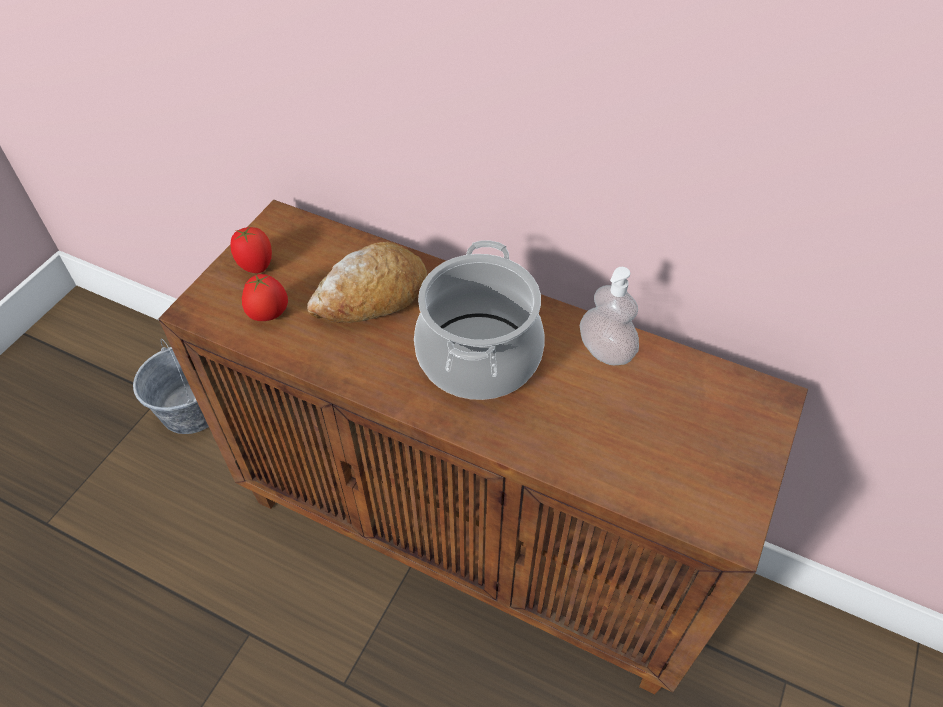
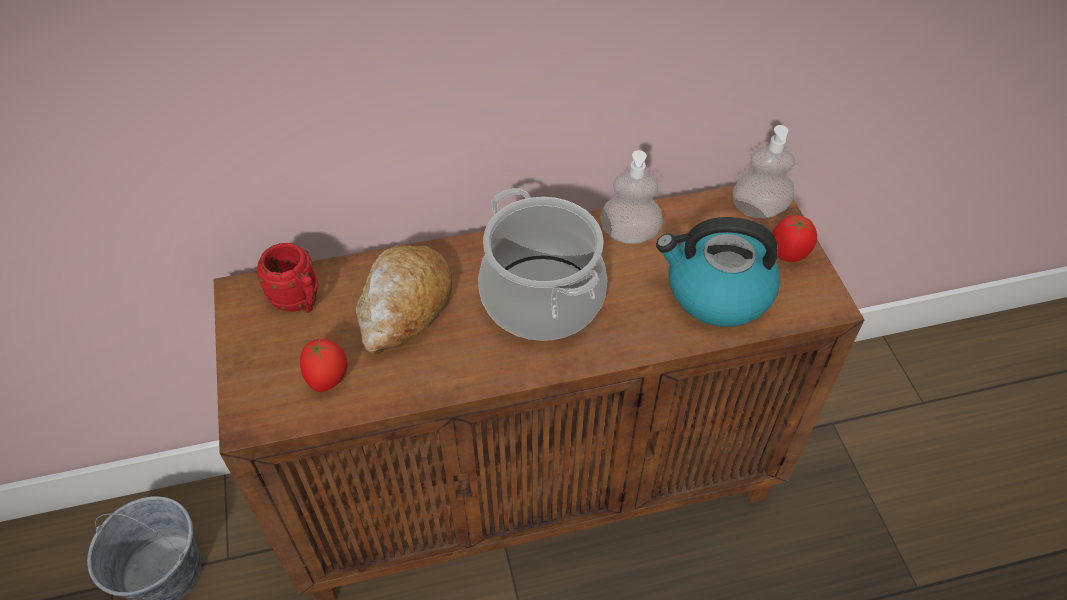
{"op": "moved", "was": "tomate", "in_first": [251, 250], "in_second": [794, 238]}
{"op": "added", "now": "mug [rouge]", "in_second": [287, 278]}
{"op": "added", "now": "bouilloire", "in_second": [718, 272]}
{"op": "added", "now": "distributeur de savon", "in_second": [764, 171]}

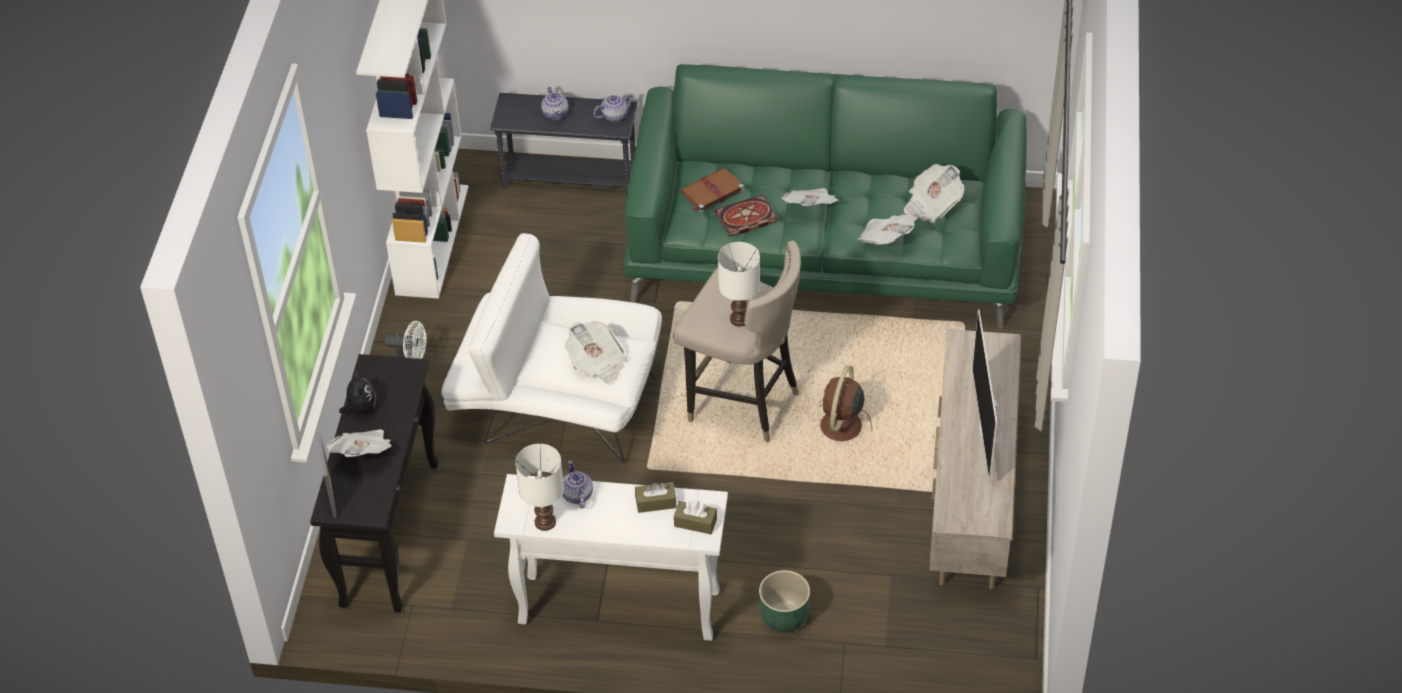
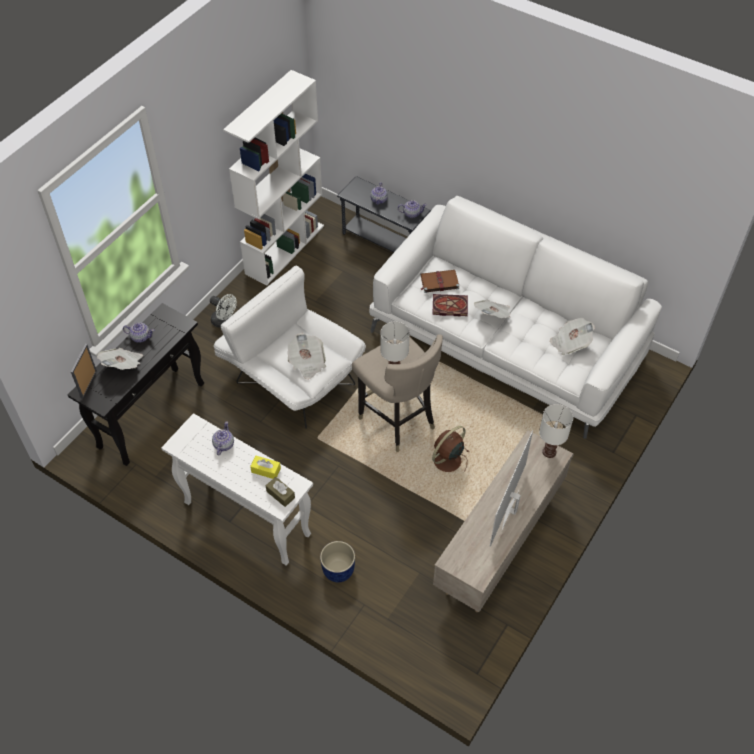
{"op": "replaced", "was": "peluche", "now": "théière", "in_first": [357, 392], "in_second": [138, 333]}
{"op": "moved", "was": "lampe de table [blanc]", "in_first": [539, 487], "in_second": [556, 431]}
{"op": "recoloured", "was": "canapé [vert]", "now": "canapé [blanc]", "in_first": [825, 196], "in_second": [515, 317]}
{"op": "recoloured", "was": "boîte à mouchoirs [marron]", "now": "boîte à mouchoirs [jaune]", "in_first": [656, 497], "in_second": [265, 467]}
{"op": "recoloured", "was": "cache-pot [vert]", "now": "cache-pot [bleu]", "in_first": [784, 601], "in_second": [337, 561]}
{"op": "removed", "was": "journal", "in_first": [887, 229]}

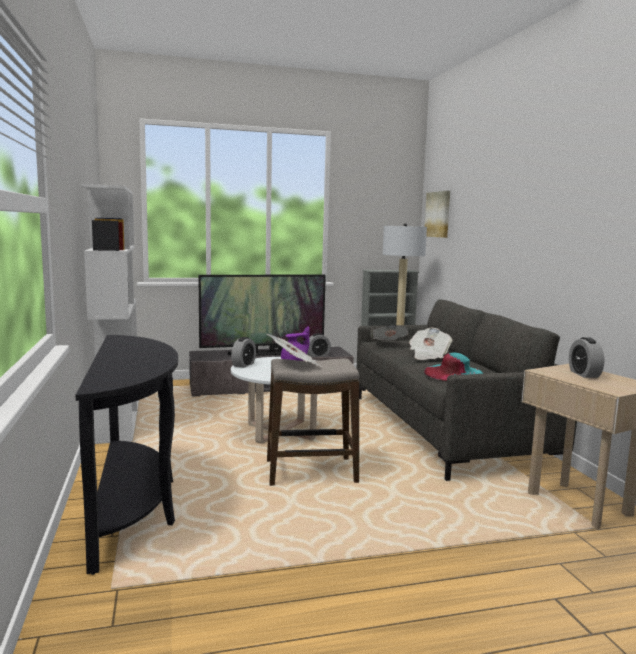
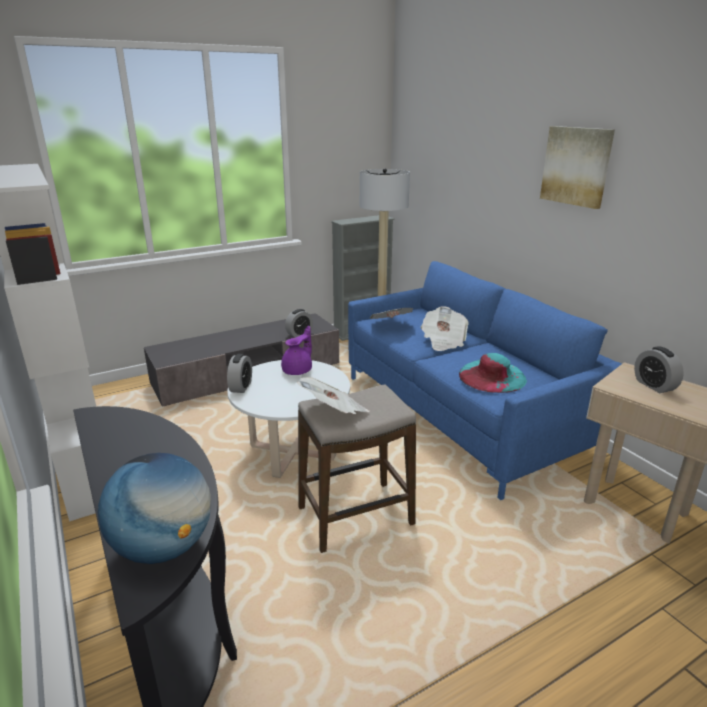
{"op": "removed", "was": "téléviseur", "in_first": [262, 315]}
{"op": "recoloured", "was": "canapé [gris]", "now": "canapé [bleu]", "in_first": [467, 390], "in_second": [485, 380]}
{"op": "moved", "was": "tableau", "in_first": [437, 214], "in_second": [577, 167]}
{"op": "added", "now": "globe", "in_second": [154, 508]}

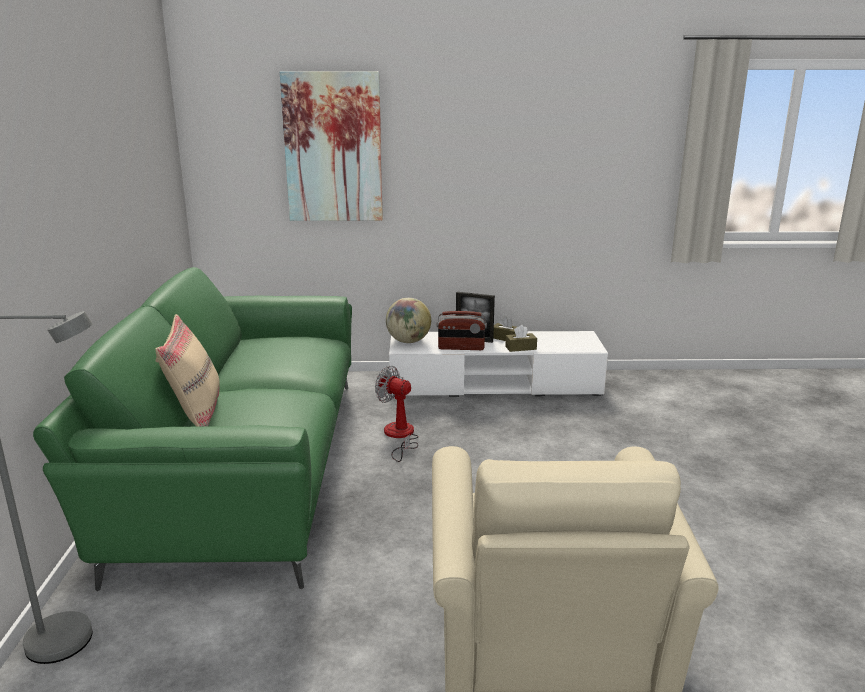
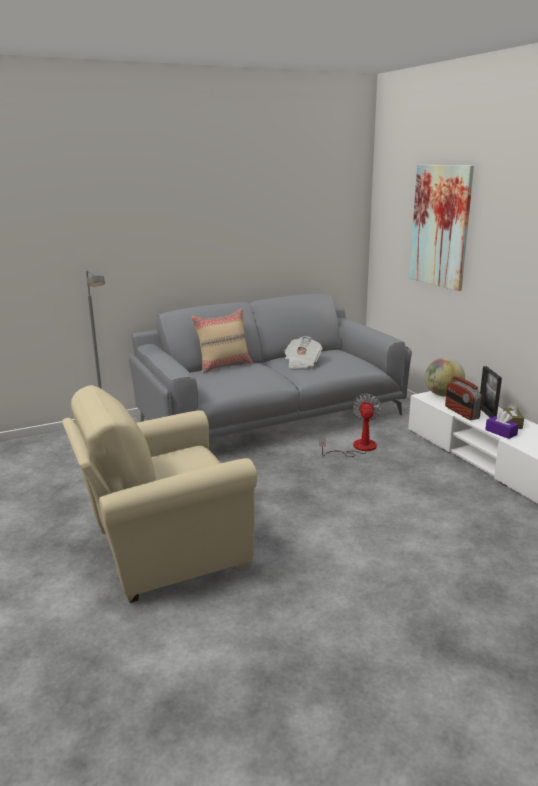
{"op": "recoloured", "was": "canapé [vert]", "now": "canapé [gris]", "in_first": [192, 429], "in_second": [270, 366]}
{"op": "recoloured", "was": "boîte à mouchoirs [marron]", "now": "boîte à mouchoirs [violet]", "in_first": [521, 338], "in_second": [502, 425]}
{"op": "added", "now": "journal", "in_second": [303, 352]}

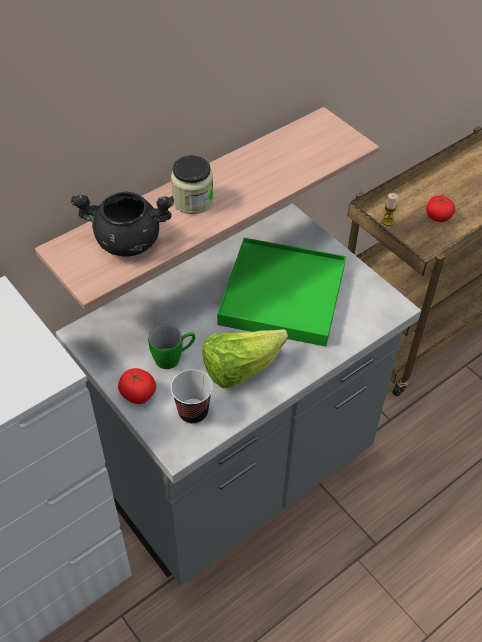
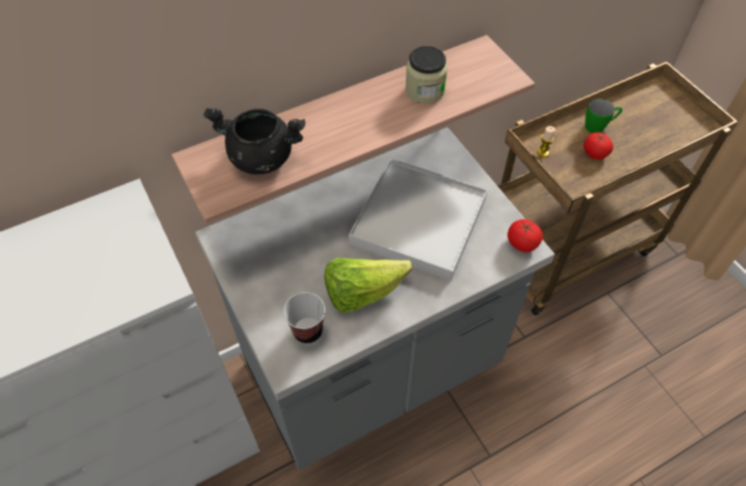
{"op": "moved", "was": "tomate", "in_first": [137, 386], "in_second": [525, 235]}
{"op": "moved", "was": "mug [vert]", "in_first": [171, 346], "in_second": [603, 116]}
{"op": "moved", "was": "bocal", "in_first": [192, 184], "in_second": [426, 75]}
{"op": "recoloured", "was": "plateau [vert]", "now": "plateau [blanc]", "in_first": [281, 292], "in_second": [418, 219]}

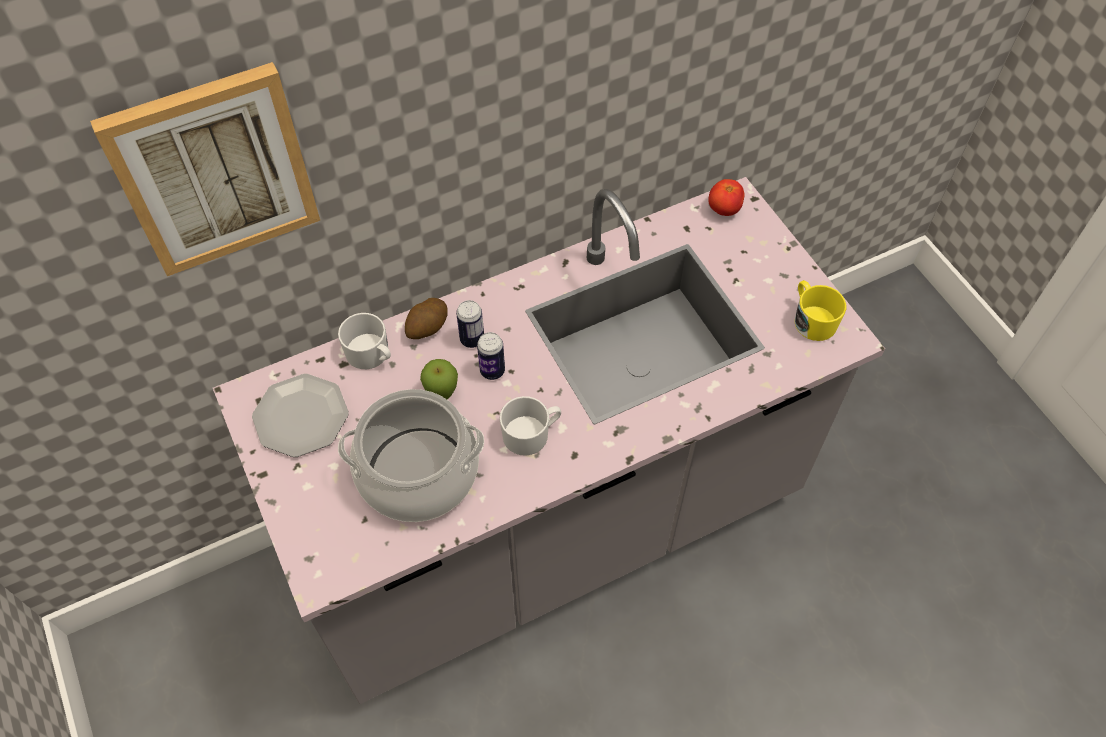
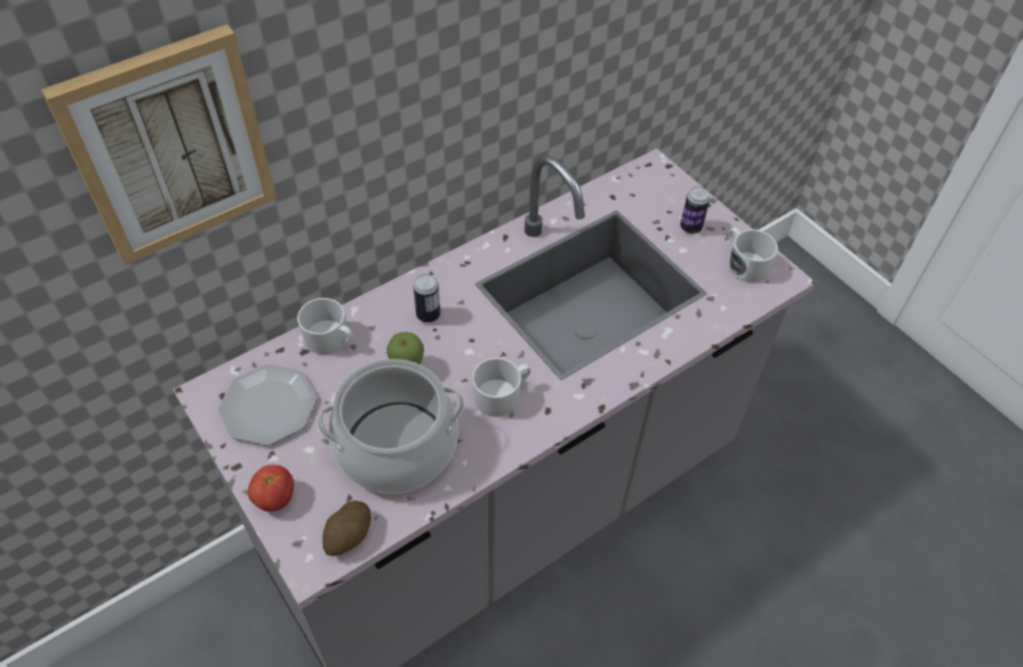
{"op": "moved", "was": "pomme de terre", "in_first": [426, 318], "in_second": [346, 528]}
{"op": "moved", "was": "boîte métallique", "in_first": [491, 356], "in_second": [695, 210]}
{"op": "moved", "was": "tomate", "in_first": [726, 197], "in_second": [271, 488]}
{"op": "recoloured", "was": "mug [jaune]", "now": "mug [blanc]", "in_first": [820, 310], "in_second": [753, 254]}

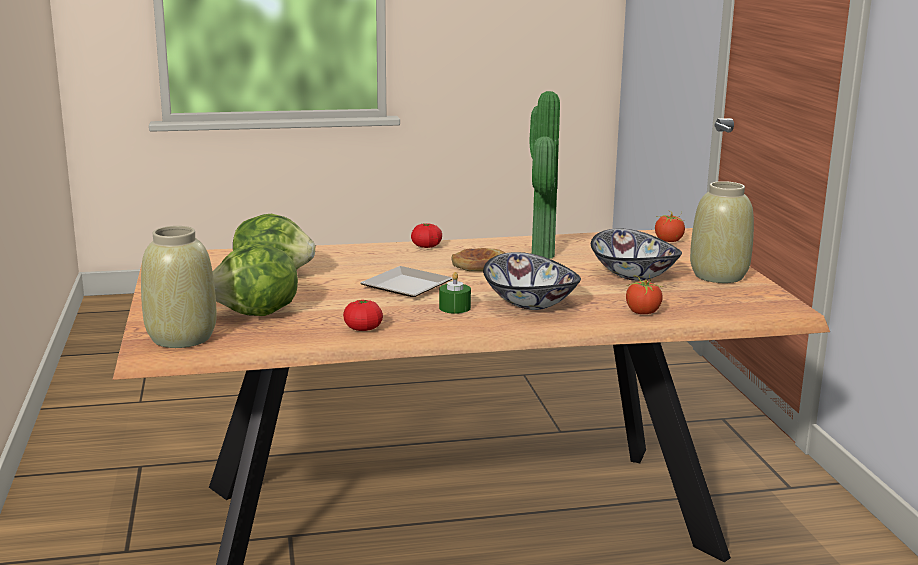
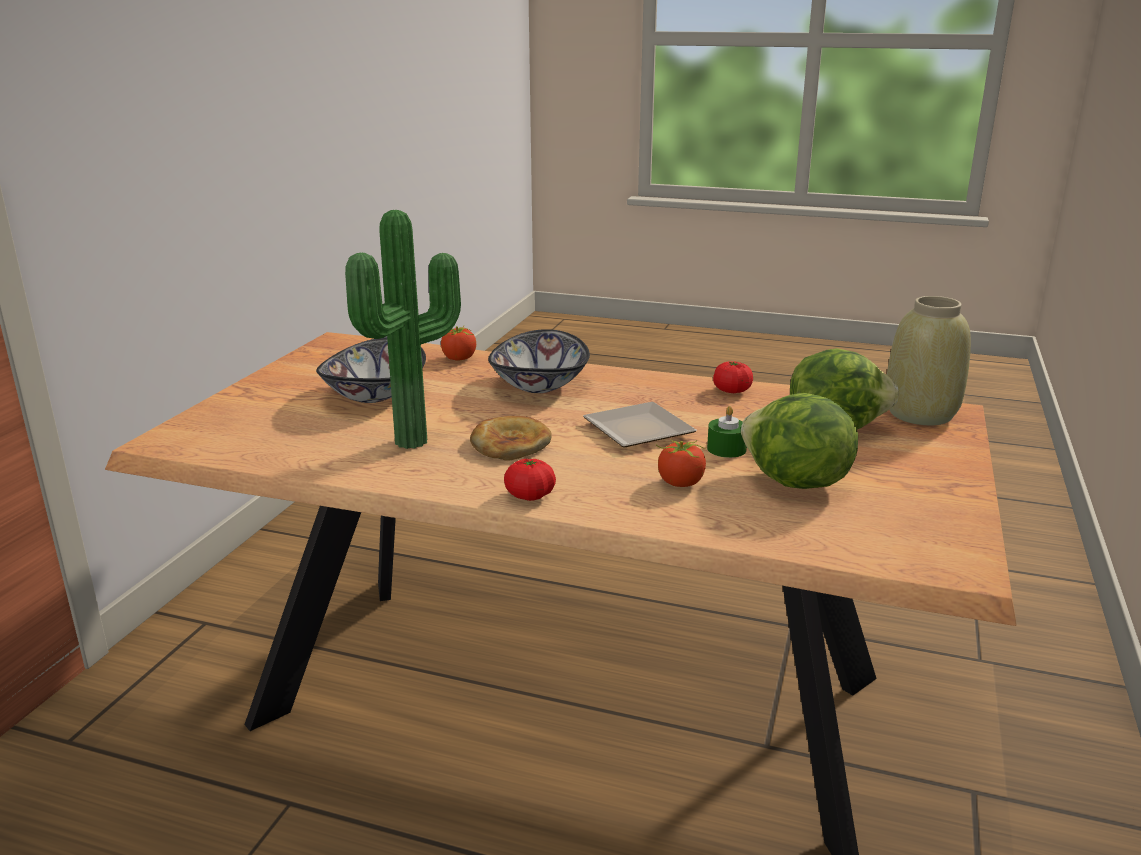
{"op": "moved", "was": "bougie [vert]", "in_first": [455, 293], "in_second": [727, 432]}
{"op": "moved", "was": "tomate", "in_first": [670, 226], "in_second": [681, 463]}
{"op": "removed", "was": "vase [beige]", "in_first": [722, 232]}

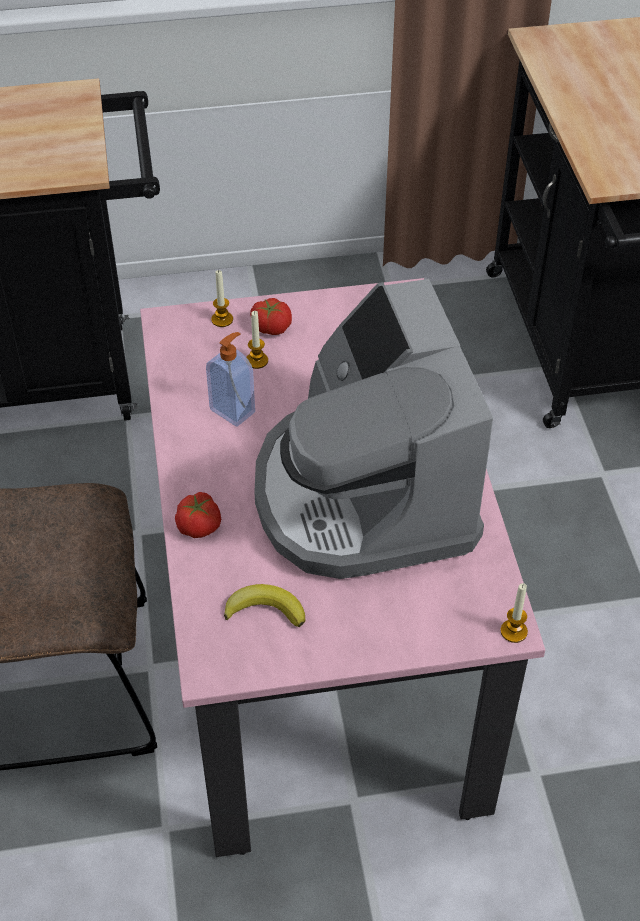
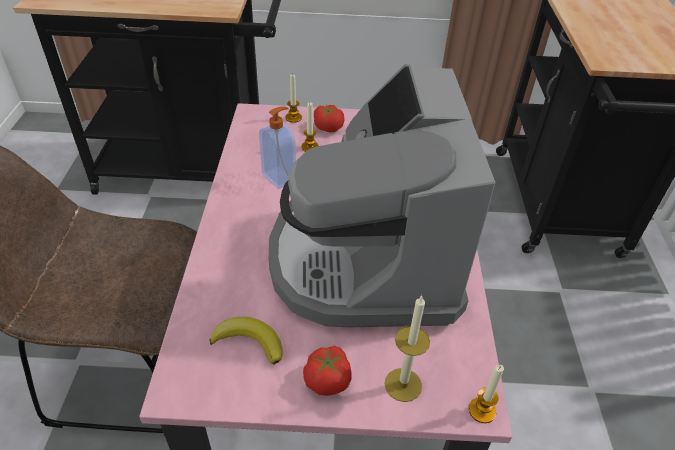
{"op": "moved", "was": "tomate", "in_first": [198, 515], "in_second": [327, 371]}
{"op": "added", "now": "bougie", "in_second": [407, 348]}

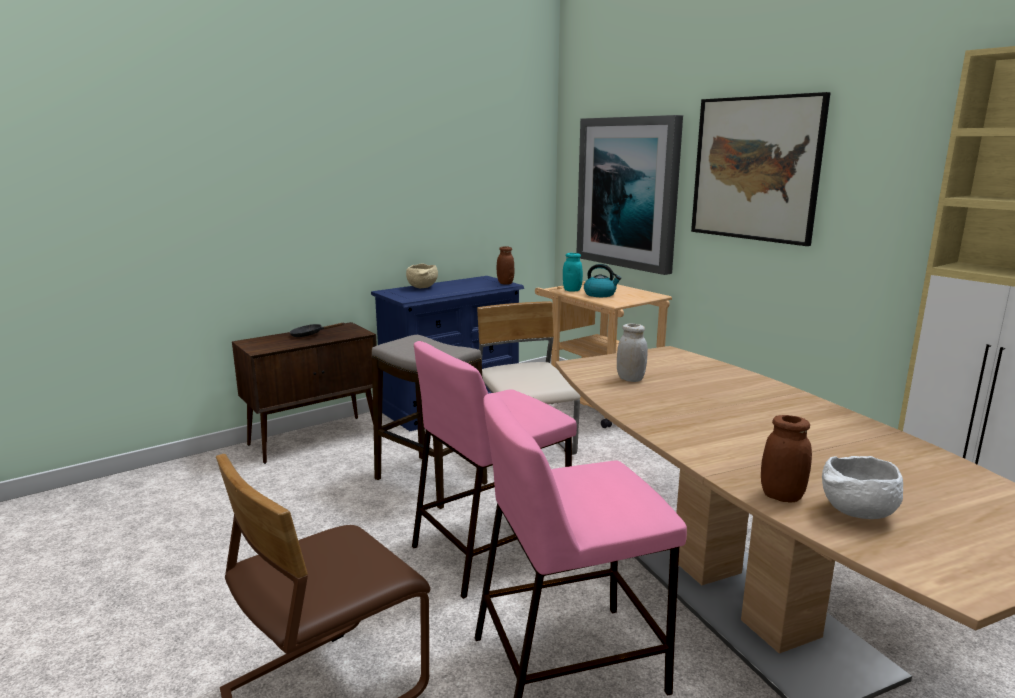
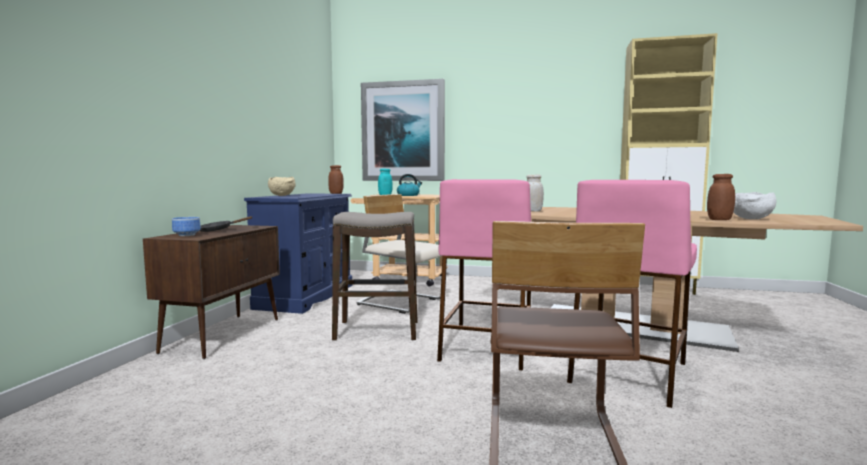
{"op": "removed", "was": "tableau", "in_first": [760, 169]}
{"op": "added", "now": "bol", "in_second": [186, 226]}

